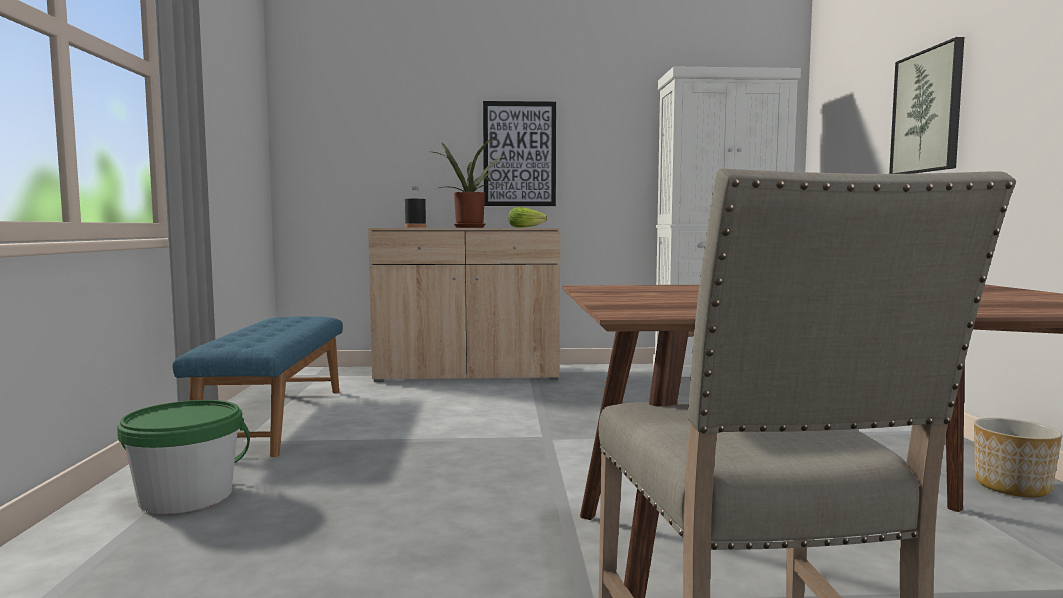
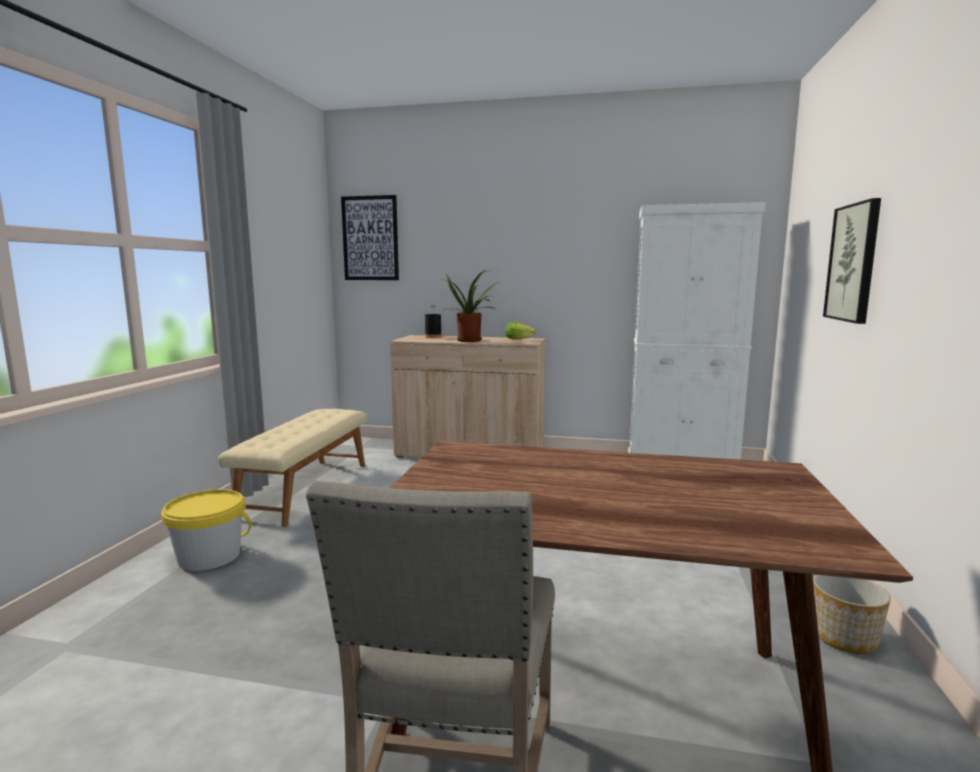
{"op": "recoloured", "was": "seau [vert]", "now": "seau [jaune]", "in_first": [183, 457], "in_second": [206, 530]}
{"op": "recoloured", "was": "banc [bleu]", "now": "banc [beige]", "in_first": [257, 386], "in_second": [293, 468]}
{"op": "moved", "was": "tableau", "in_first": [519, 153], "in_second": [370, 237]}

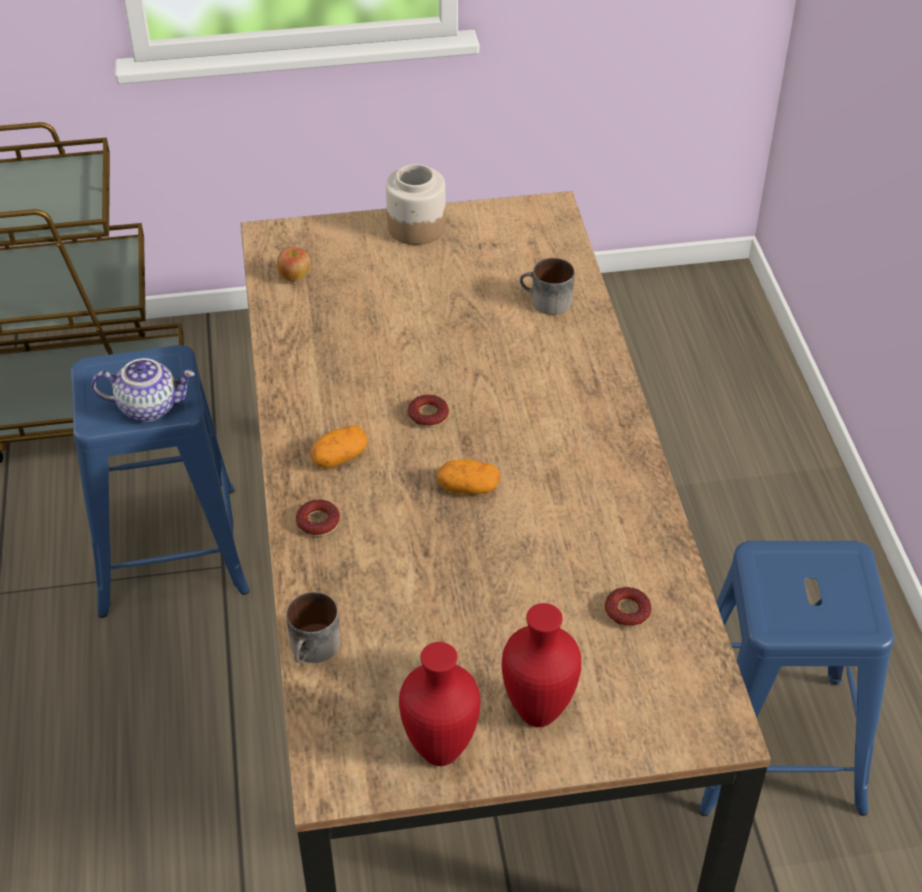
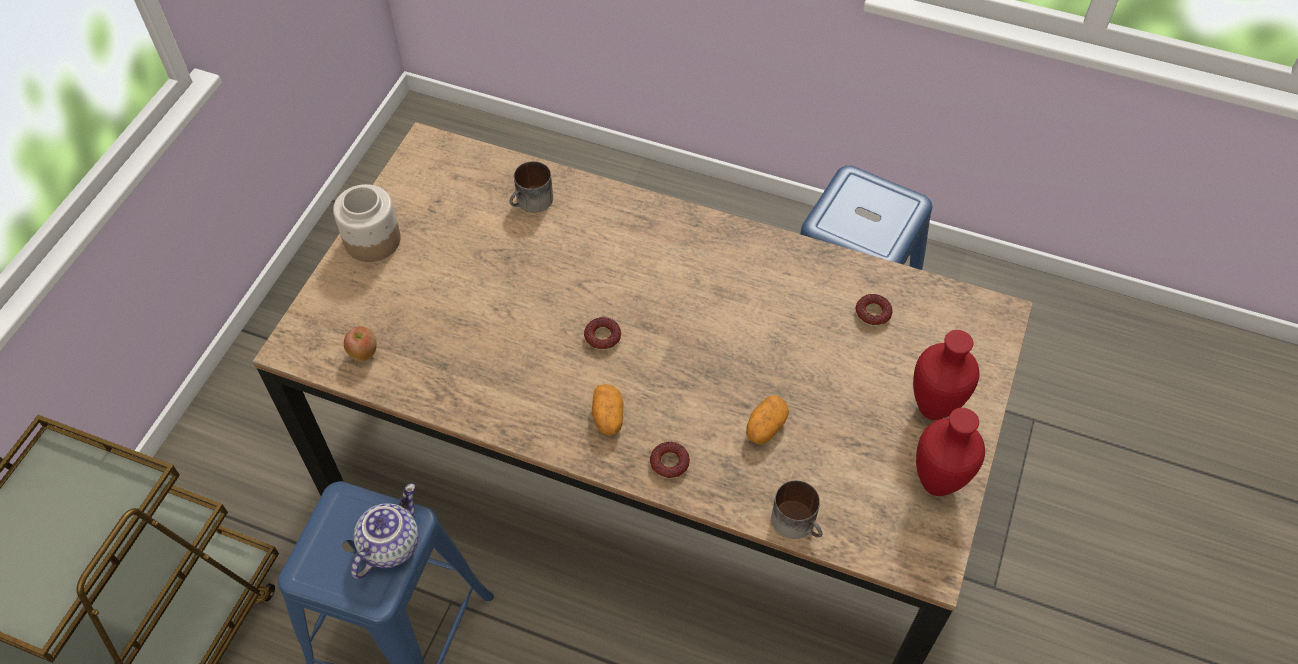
{"op": "moved", "was": "pomme de terre", "in_first": [468, 476], "in_second": [767, 419]}

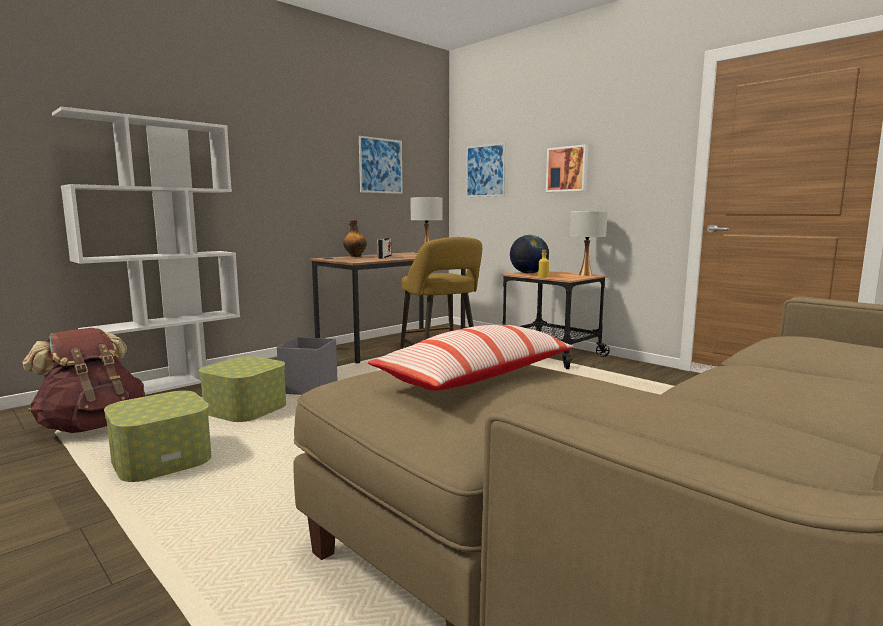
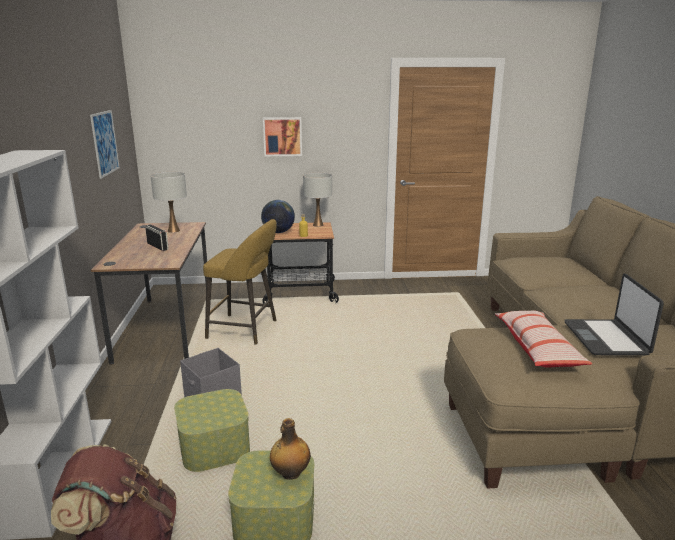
{"op": "moved", "was": "bouteille", "in_first": [355, 238], "in_second": [290, 449]}
{"op": "removed", "was": "tableau", "in_first": [486, 169]}
{"op": "added", "now": "ordinateur portable", "in_second": [614, 315]}

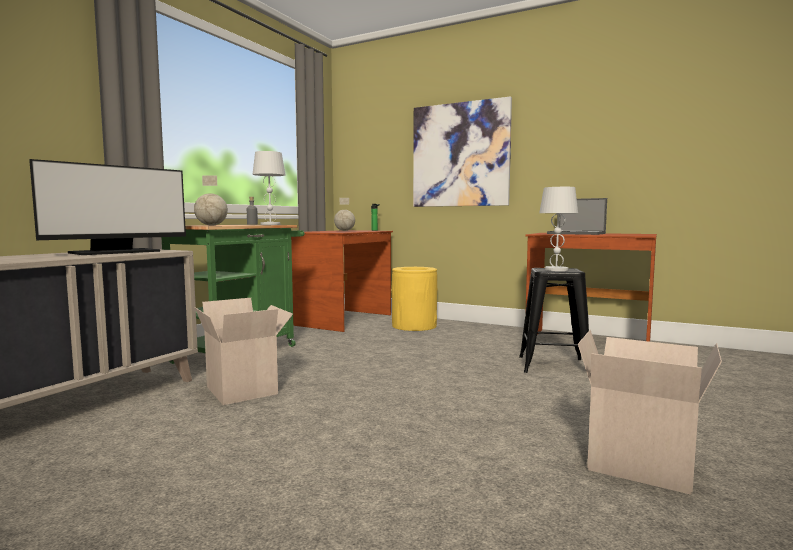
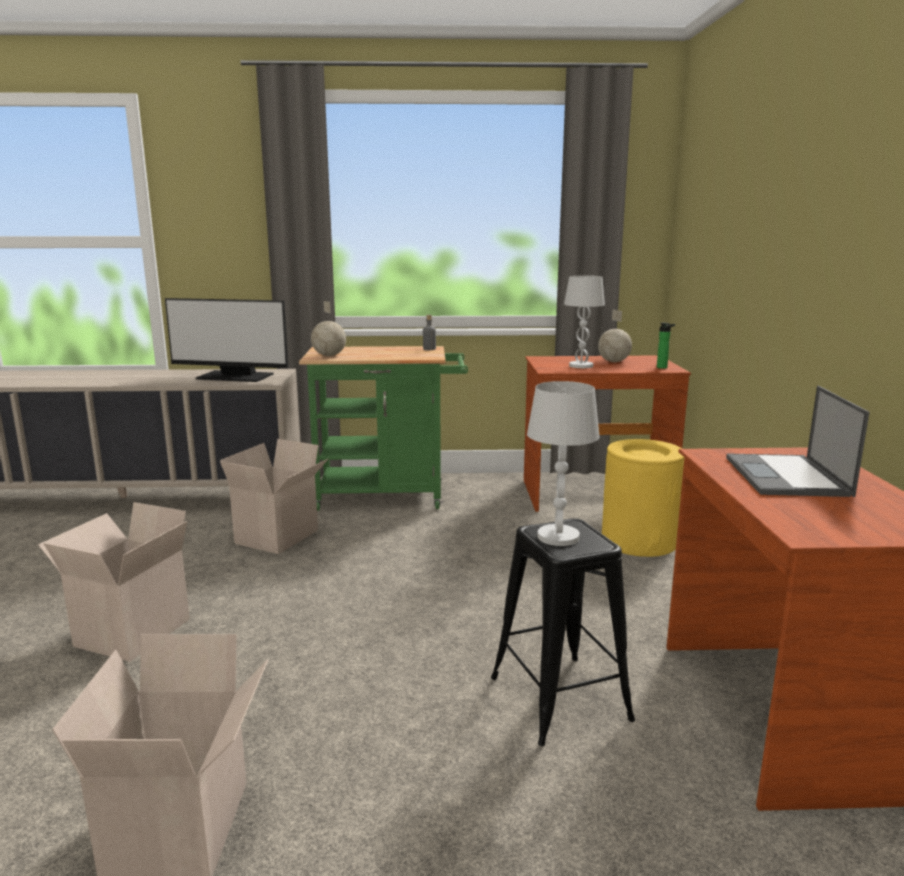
{"op": "moved", "was": "lampe de table [blanc]", "in_first": [268, 188], "in_second": [584, 321]}
{"op": "removed", "was": "tableau", "in_first": [462, 151]}
{"op": "added", "now": "carton", "in_second": [114, 582]}

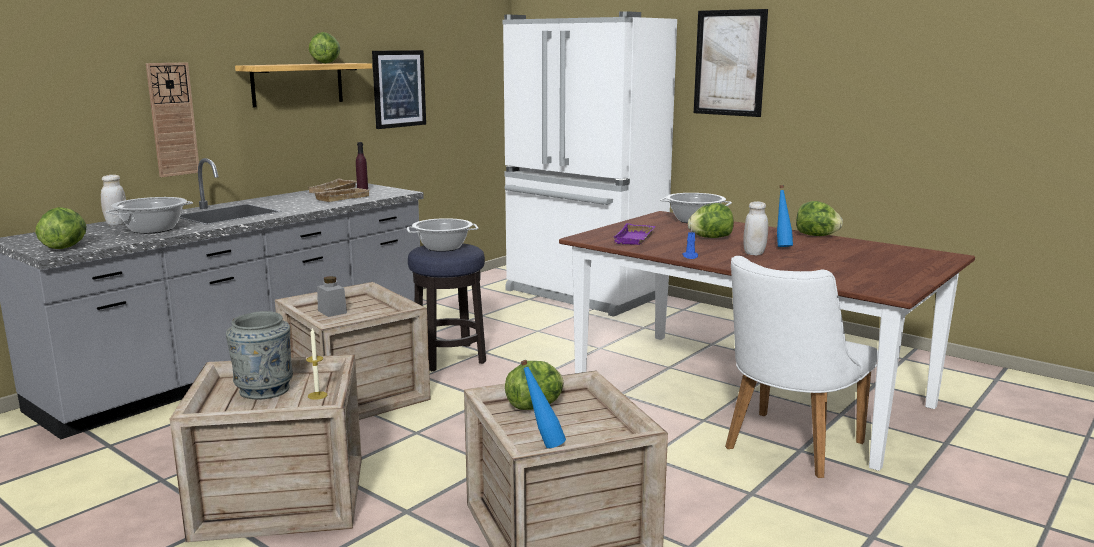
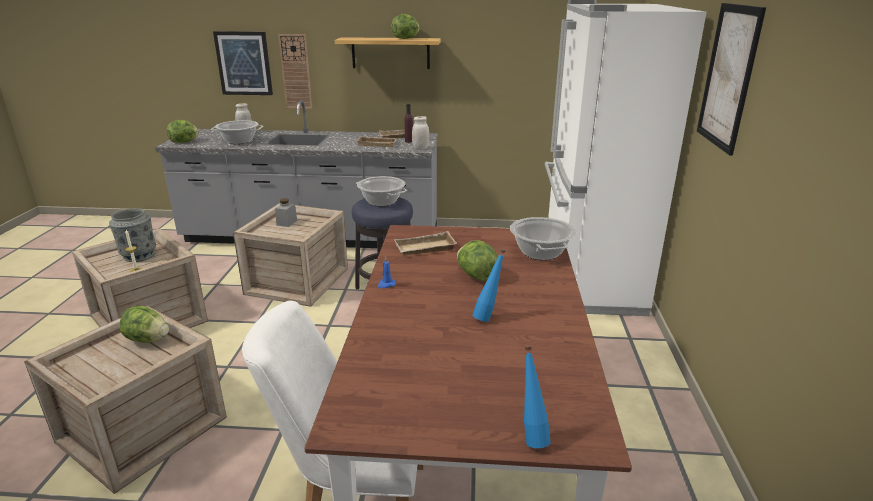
{"op": "moved", "was": "tableau", "in_first": [399, 89], "in_second": [243, 63]}
{"op": "moved", "was": "bouteille [bleu]", "in_first": [543, 404], "in_second": [537, 396]}
{"op": "recoloured", "was": "plateau [violet]", "now": "plateau [beige]", "in_first": [634, 234], "in_second": [425, 243]}
{"op": "moved", "was": "bocal [blanc]", "in_first": [755, 228], "in_second": [420, 133]}
{"op": "removed", "was": "laitue", "in_first": [819, 218]}

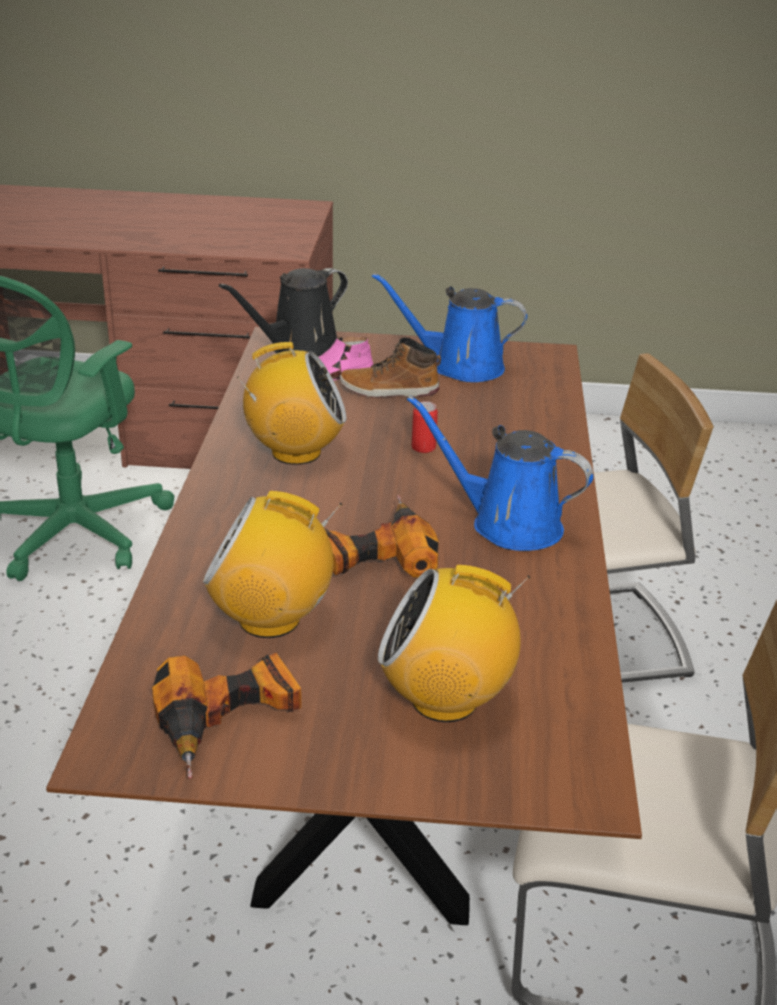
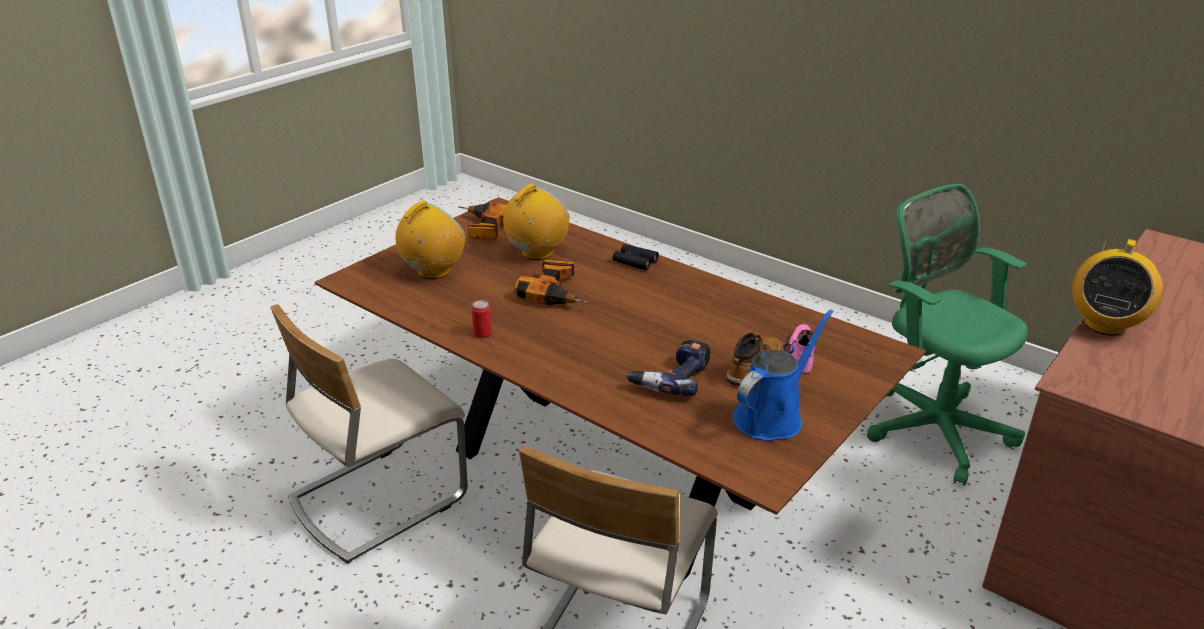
{"op": "removed", "was": "arrosoir [noir]", "in_first": [283, 312]}
{"op": "moved", "was": "radio", "in_first": [291, 403], "in_second": [1117, 287]}
{"op": "removed", "was": "arrosoir [bleu]", "in_first": [500, 473]}
{"op": "moved", "was": "boîte métallique", "in_first": [425, 427], "in_second": [482, 319]}
{"op": "added", "now": "jumelles [noir]", "in_second": [636, 257]}
{"op": "added", "now": "perceuse", "in_second": [668, 368]}

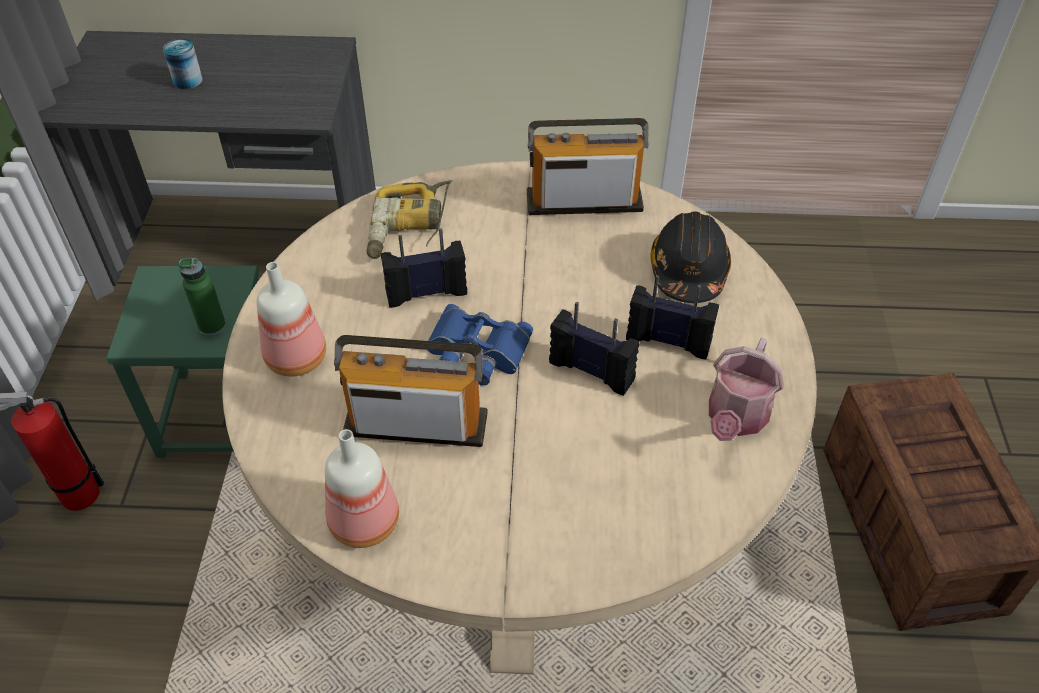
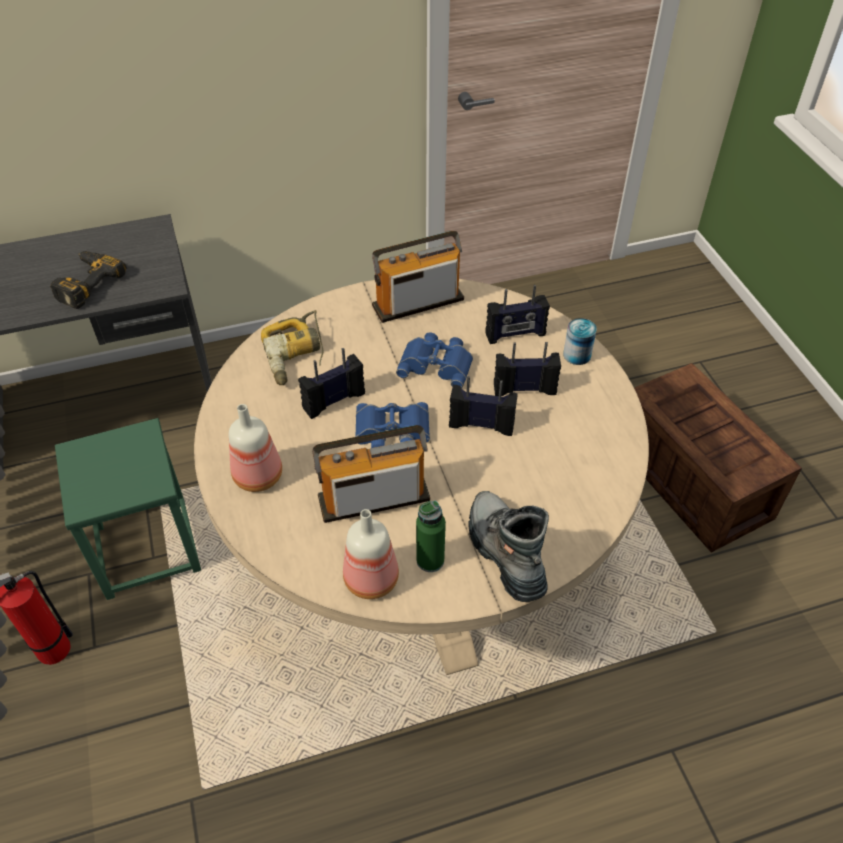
{"op": "moved", "was": "boîte métallique", "in_first": [183, 64], "in_second": [580, 341]}
{"op": "moved", "was": "bouteille [vert]", "in_first": [202, 297], "in_second": [431, 536]}
{"op": "replaced", "was": "casque de chantier [noir]", "now": "radio", "in_first": [690, 257], "in_second": [517, 314]}
{"op": "removed", "was": "arrosoir", "in_first": [746, 389]}
{"op": "added", "now": "perceuse", "in_second": [88, 280]}
{"op": "added", "now": "jumelles [bleu]", "in_second": [434, 360]}
{"op": "added", "now": "botte", "in_second": [509, 546]}

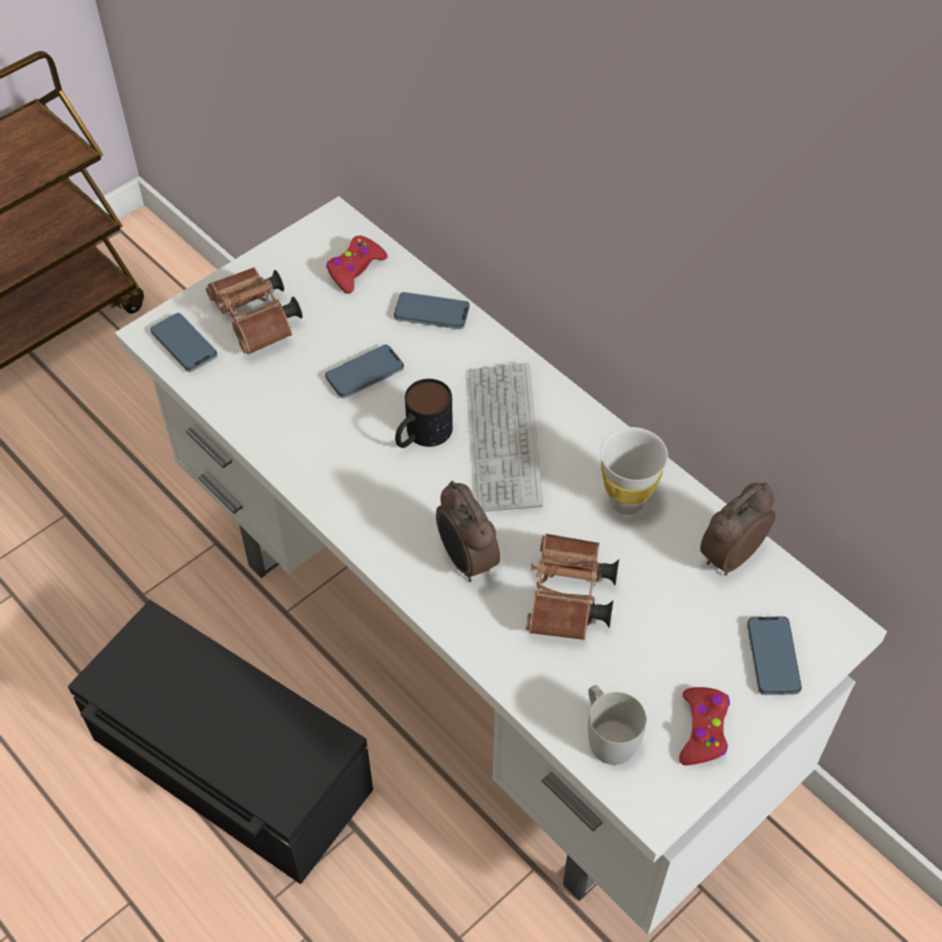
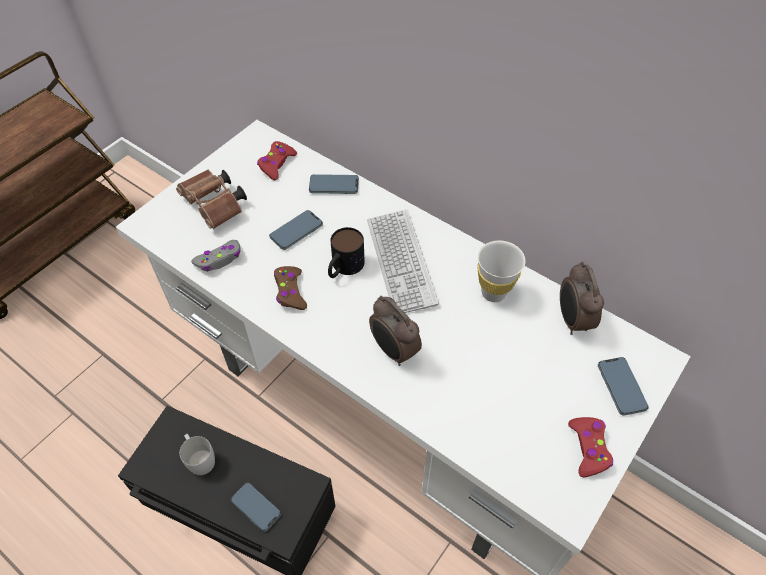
{"op": "moved", "was": "téléphone", "in_first": [183, 342], "in_second": [256, 507]}
{"op": "removed", "was": "jumelles [marron]", "in_first": [572, 586]}
{"op": "moved", "was": "mug [blanc]", "in_first": [617, 725], "in_second": [197, 454]}
{"op": "turned", "was": "réveil", "in_first": [738, 529], "in_second": [582, 298], "clockwise": -45}
{"op": "added", "now": "manette [gris]", "in_second": [215, 256]}
{"op": "added", "now": "manette [marron]", "in_second": [290, 288]}

